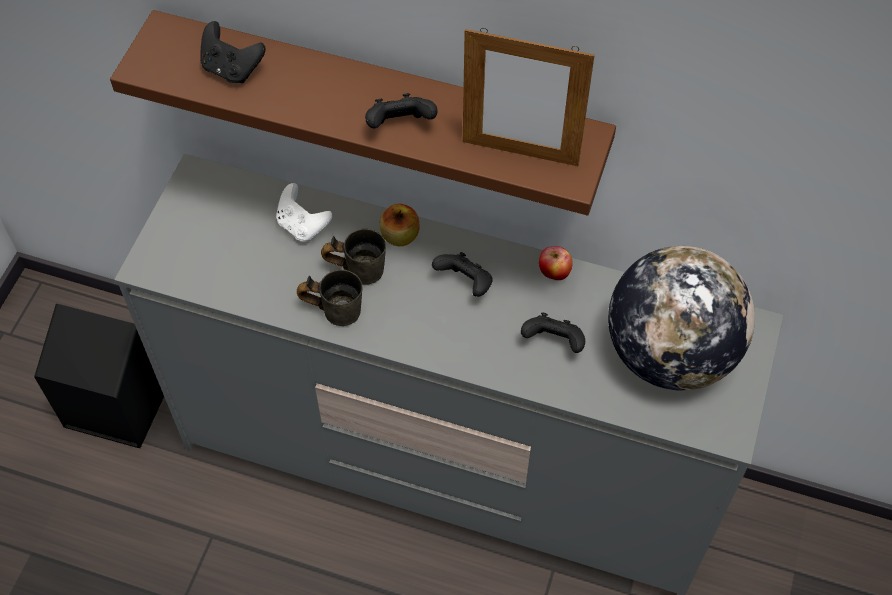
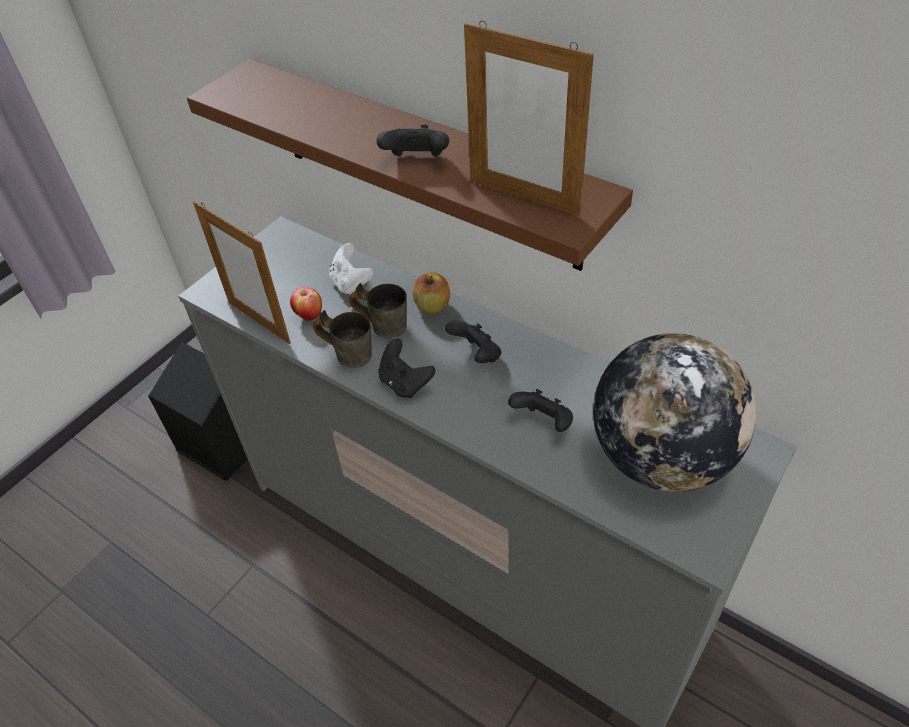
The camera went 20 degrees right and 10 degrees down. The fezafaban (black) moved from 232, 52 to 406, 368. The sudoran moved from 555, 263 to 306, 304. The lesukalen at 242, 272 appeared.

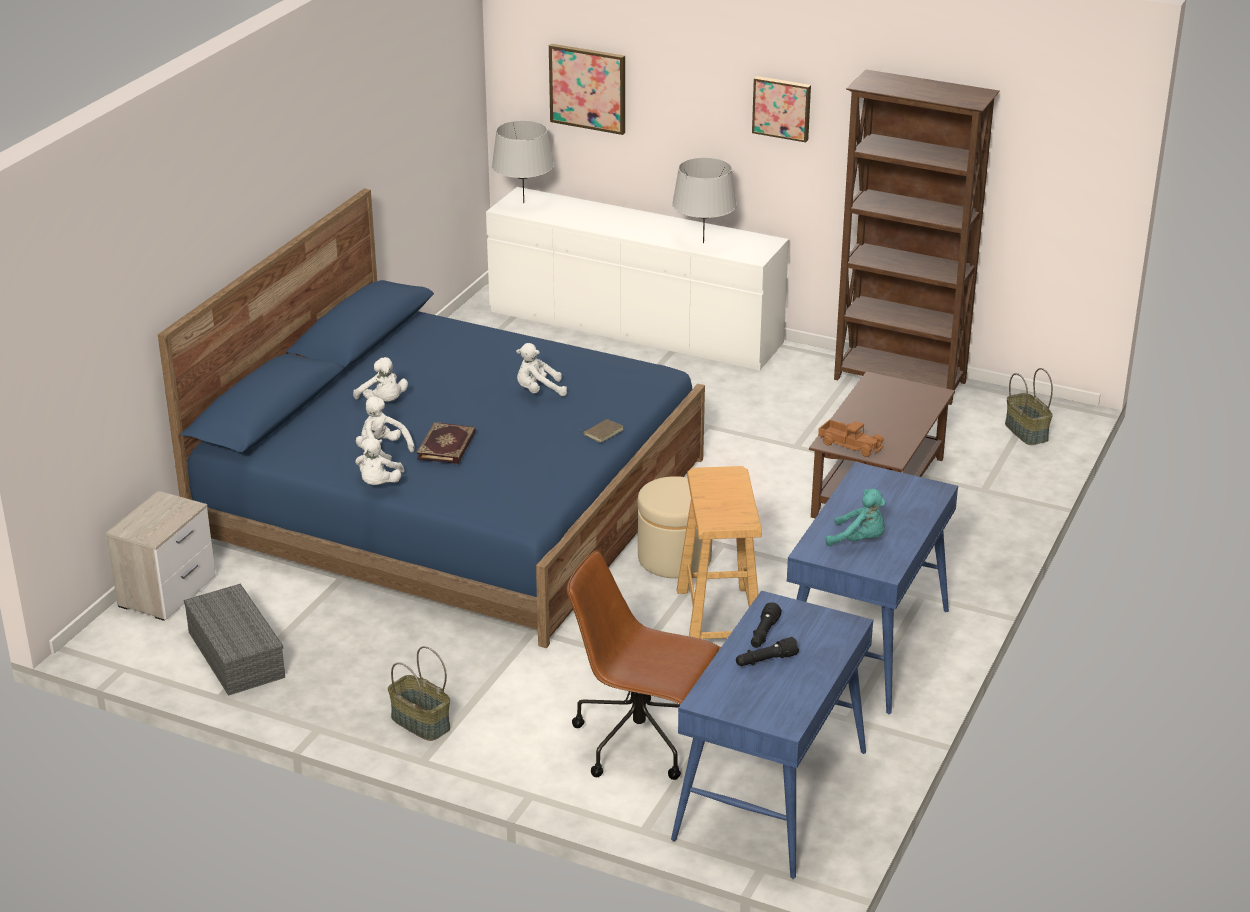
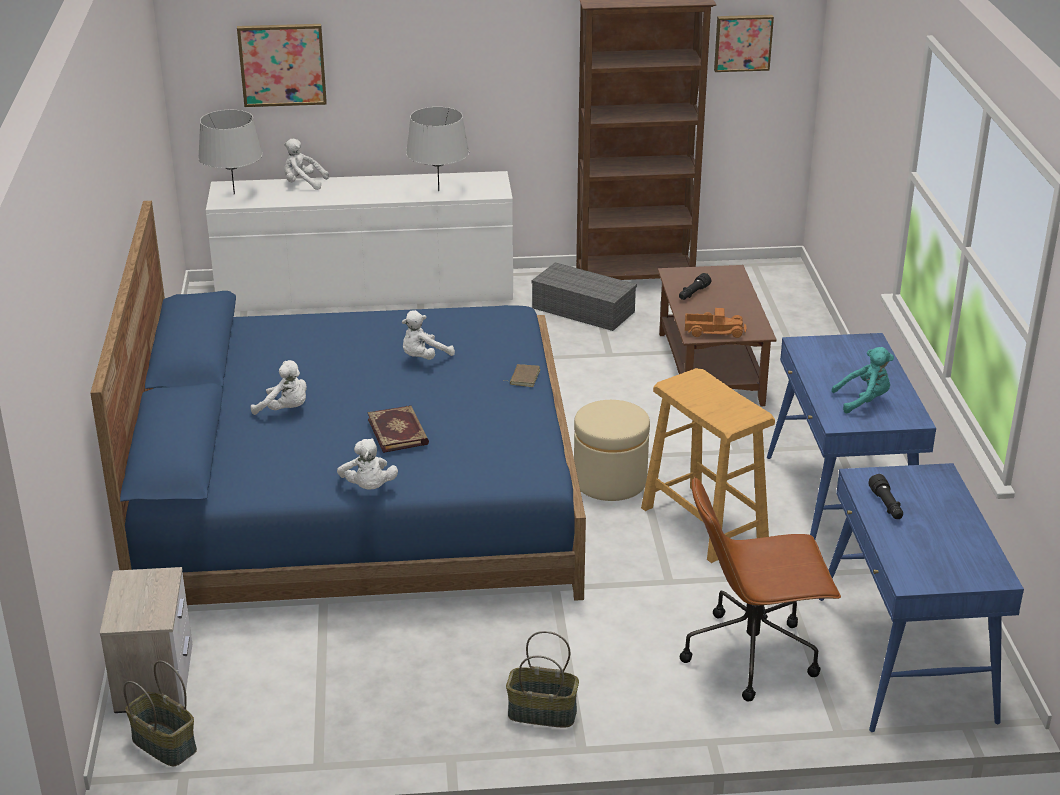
The camera went 30 degrees left and 0 degrees up. The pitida moved from 781, 109 to 744, 43. The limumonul moved from 1029, 406 to 160, 713. The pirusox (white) moved from 385, 428 to 306, 164. The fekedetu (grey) moved from 234, 639 to 584, 296. The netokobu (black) moved from 767, 651 to 695, 286.

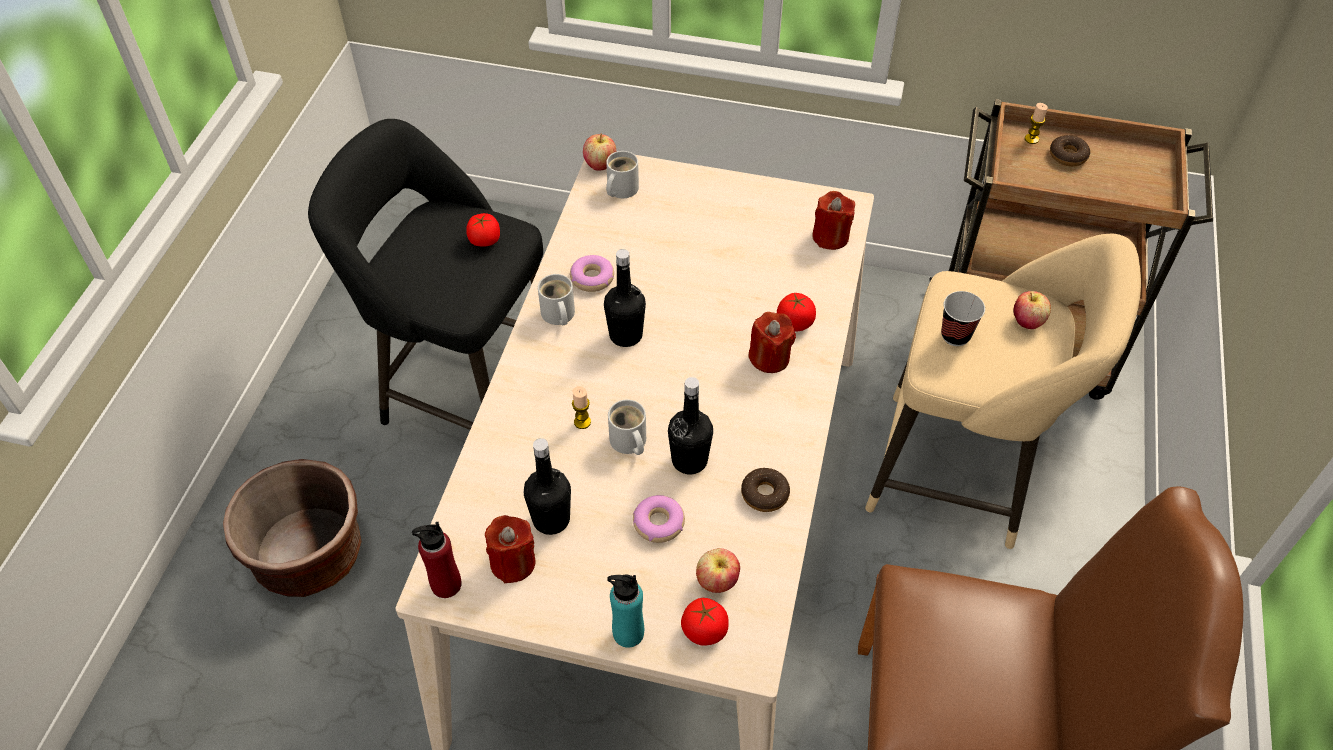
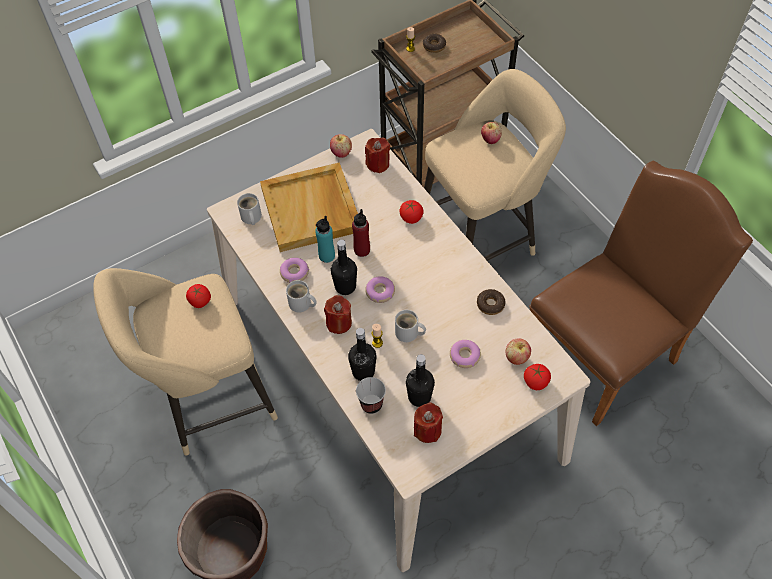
The camera went 45 degrees left and 5 degrees up. The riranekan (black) at 425, 274 became the riranekan (beige) at 185, 362. The sudoran moved from 599, 152 to 341, 146. The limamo moved from 963, 318 to 371, 395. The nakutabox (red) moved from 772, 342 to 338, 314. The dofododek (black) moved from 690, 425 to 362, 354. The dofododek (red) moved from 437, 560 to 361, 233. The dofododek (turquoise) moved from 625, 611 to 325, 239. The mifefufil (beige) at 309, 207 appeared. The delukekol at 380, 289 appeared.

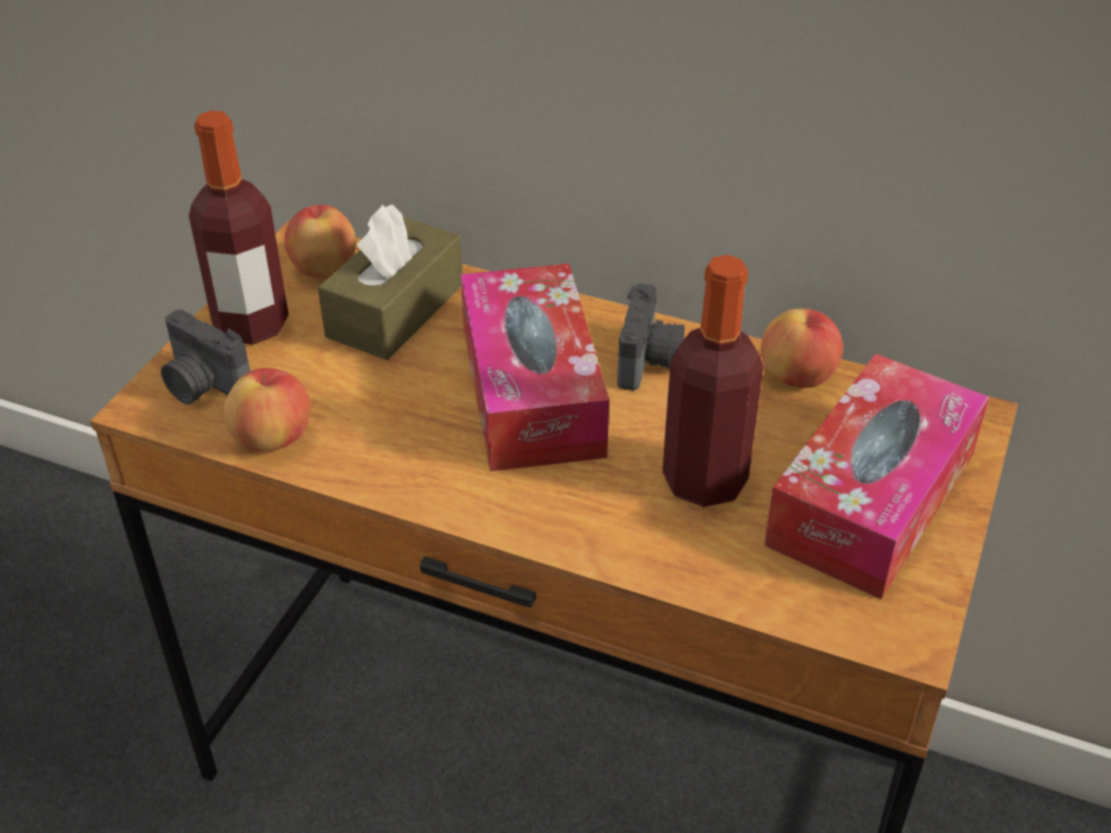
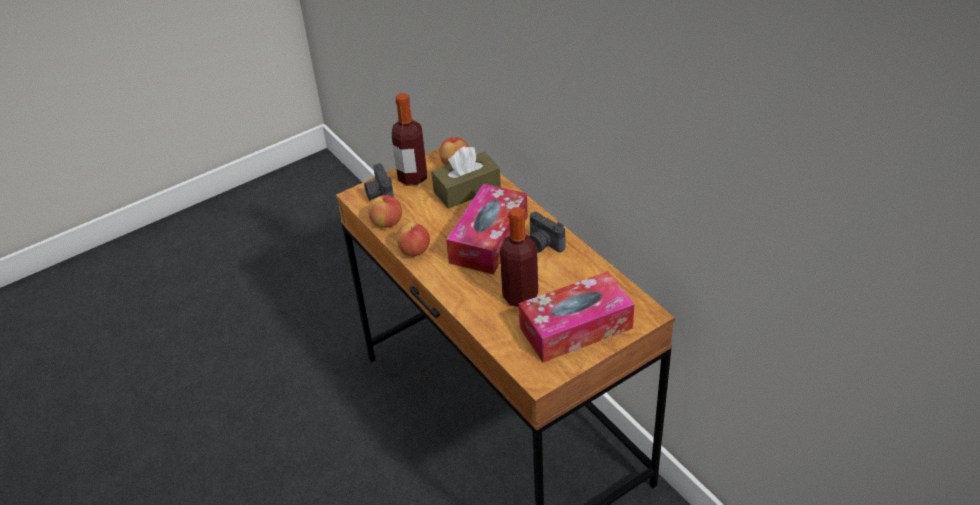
The camera went 35 degrees right and 0 degrees up. The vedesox at 651, 336 turned 90 degrees clockwise. The sudoran moved from 802, 348 to 413, 239.

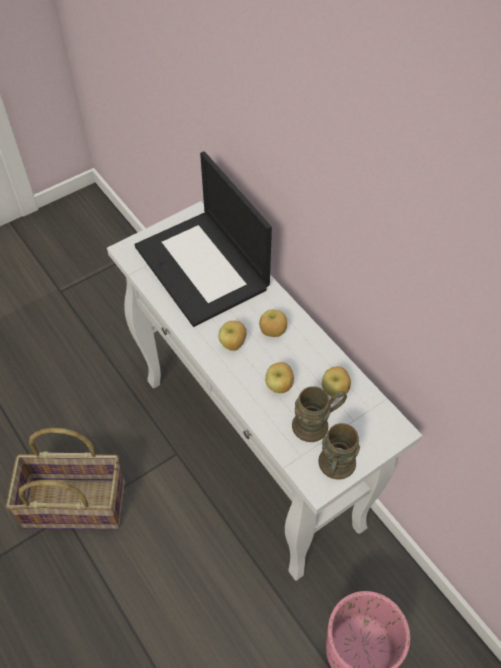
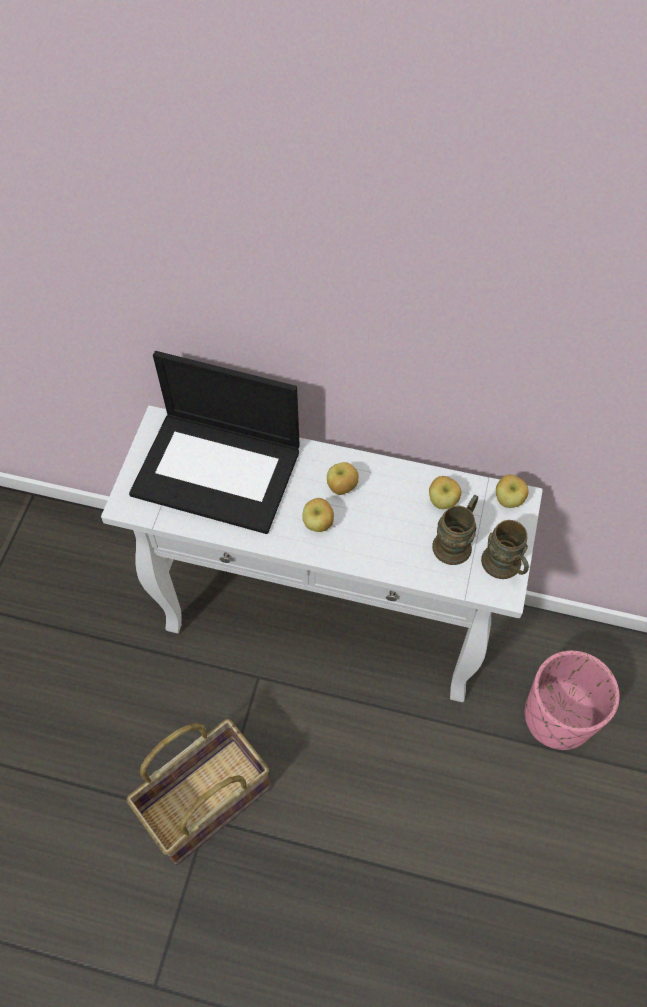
The camera went 40 degrees left and 5 degrees up. The sudoran moved from 279, 377 to 512, 491.

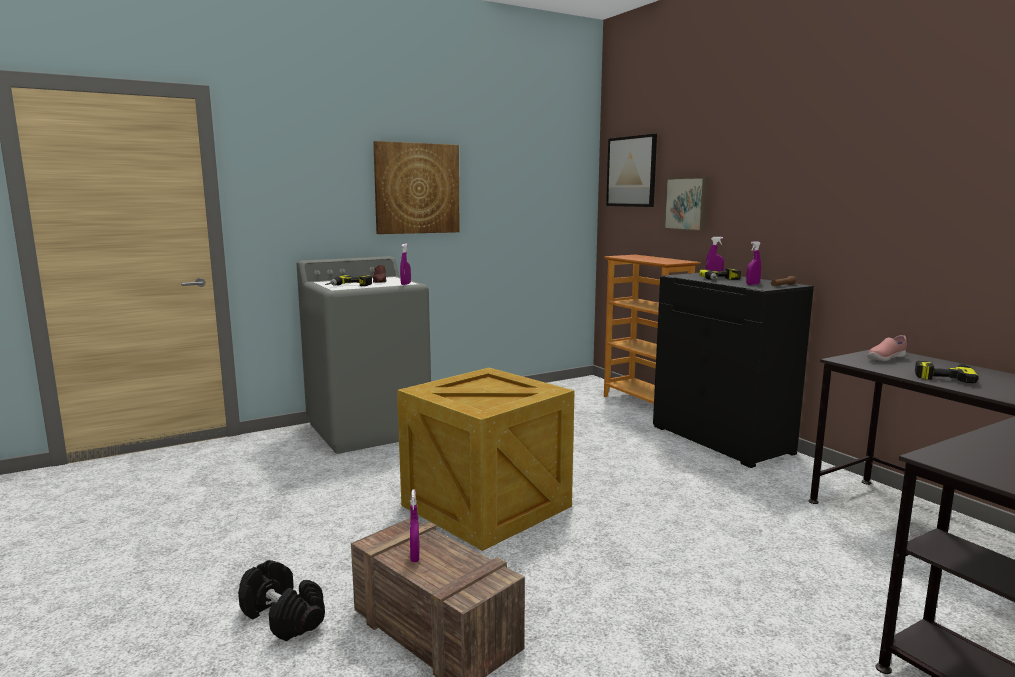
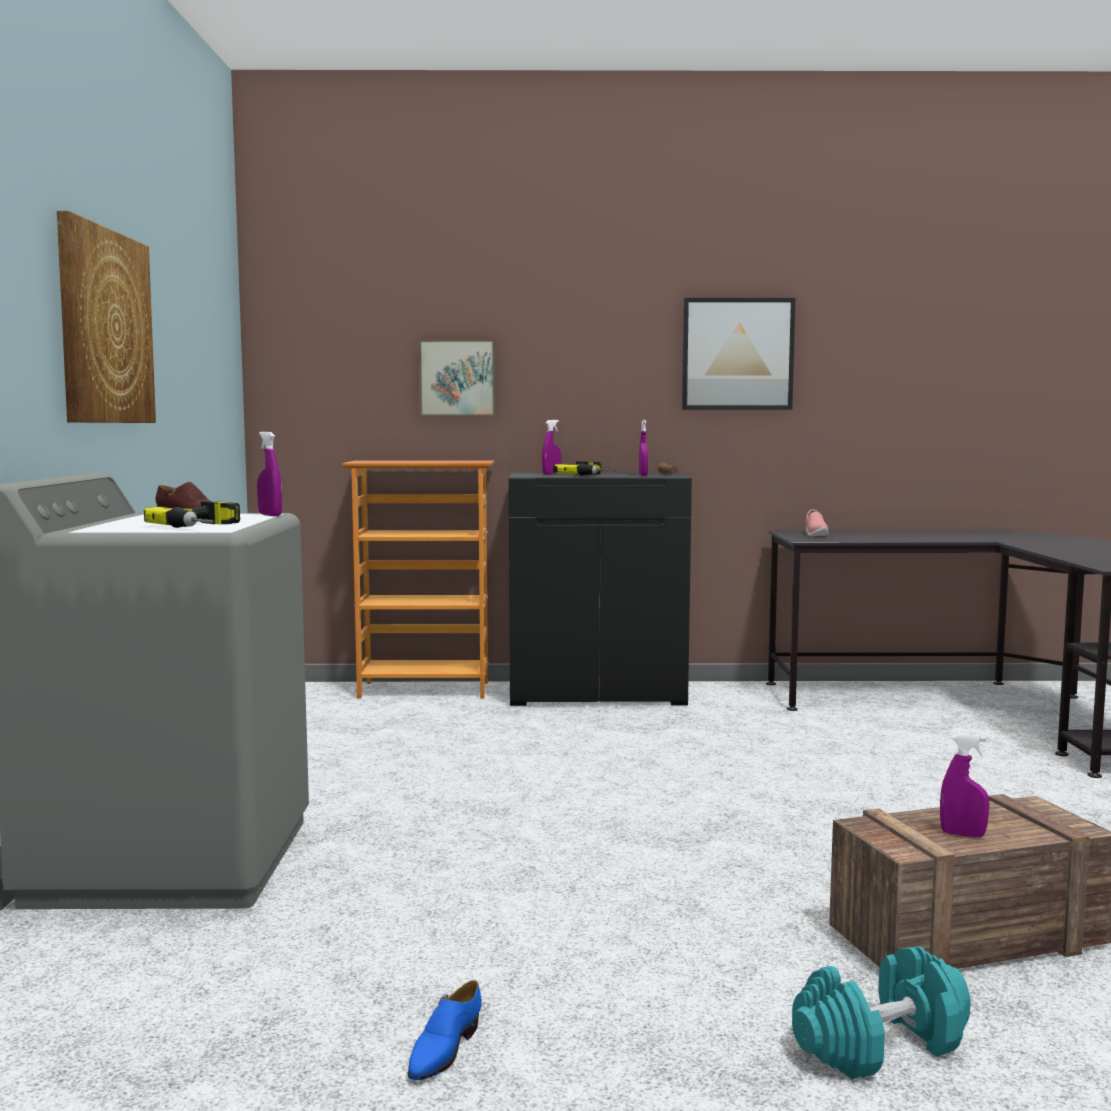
The camera went 60 degrees left and 5 degrees down. The pitida moved from 631, 170 to 739, 354. The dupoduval at 947, 372 disappeared. The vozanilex at 486, 459 disappeared. The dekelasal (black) at 281, 600 became the dekelasal (turquoise) at 881, 1013. The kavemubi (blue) at 444, 1030 appeared.

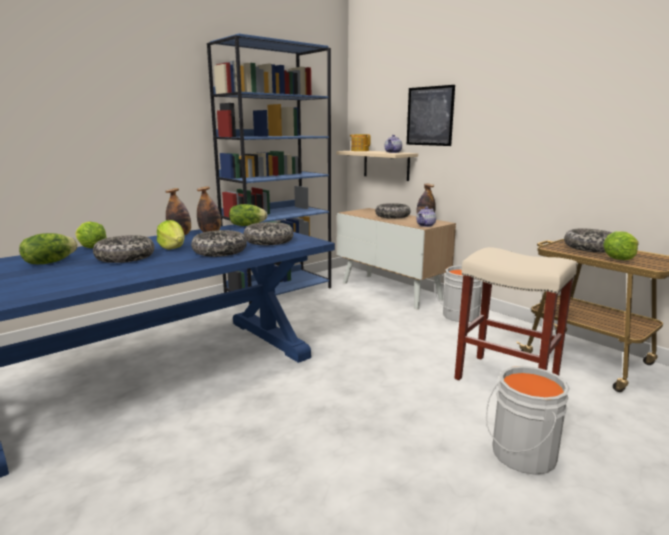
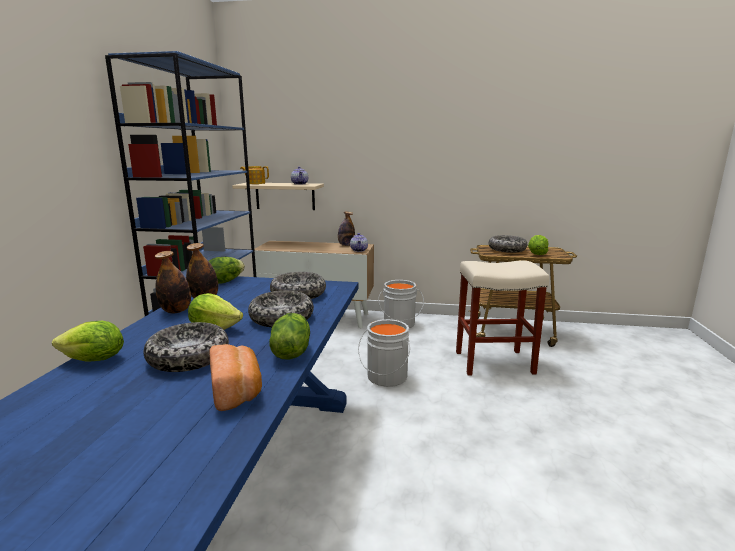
The camera went 40 degrees left and 0 degrees up. The pitida at 431, 115 disappeared. The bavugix at 393, 211 disappeared. The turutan moved from 48, 248 to 289, 336. The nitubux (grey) moved from 528, 420 to 384, 353. The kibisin at 235, 377 appeared.

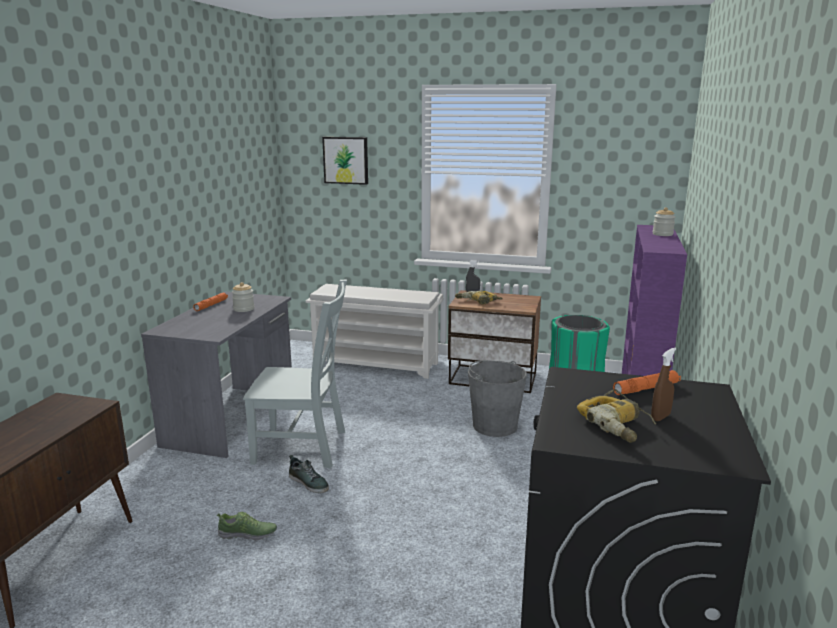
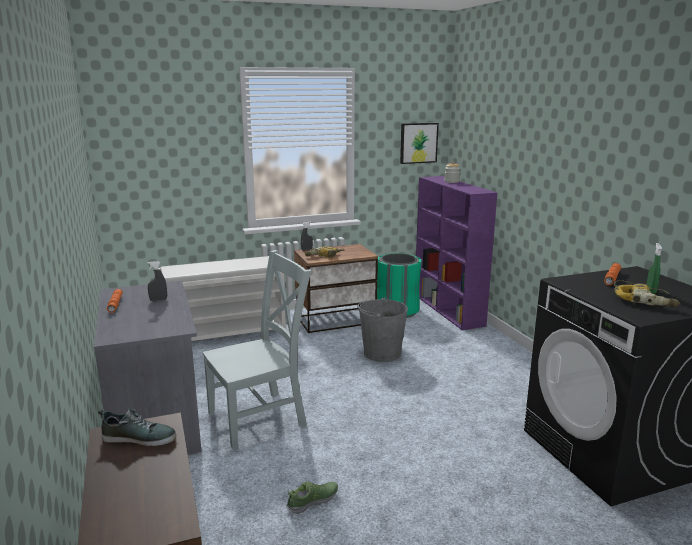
The camera went 35 degrees left and 0 degrees up. The pitida moved from 345, 161 to 419, 143. The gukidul at 243, 297 was replaced by the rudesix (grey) at 157, 281. The rudesix (brown) at 663, 384 became the rudesix (green) at 654, 268. The kavemubi moved from 309, 474 to 137, 427.

